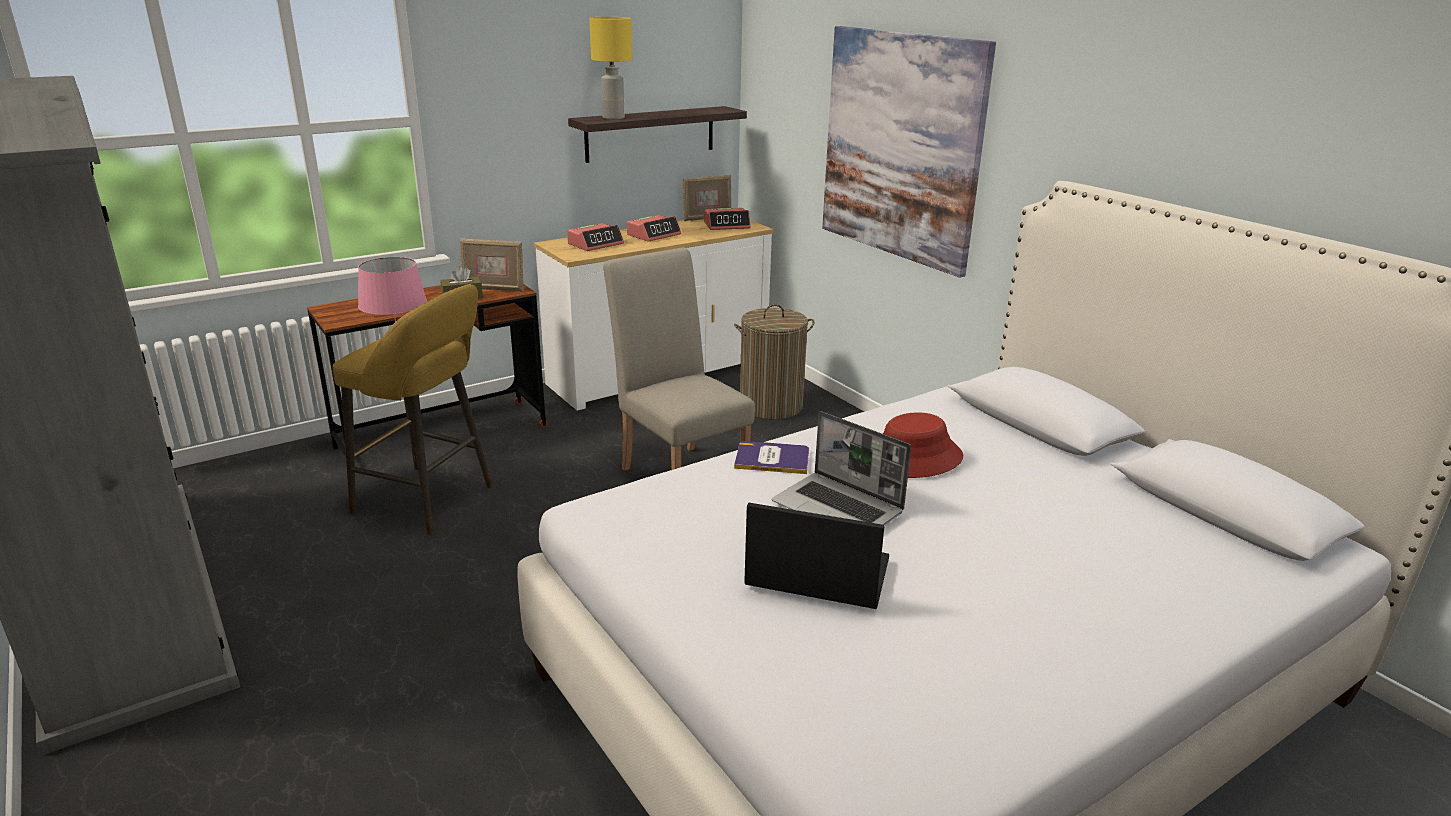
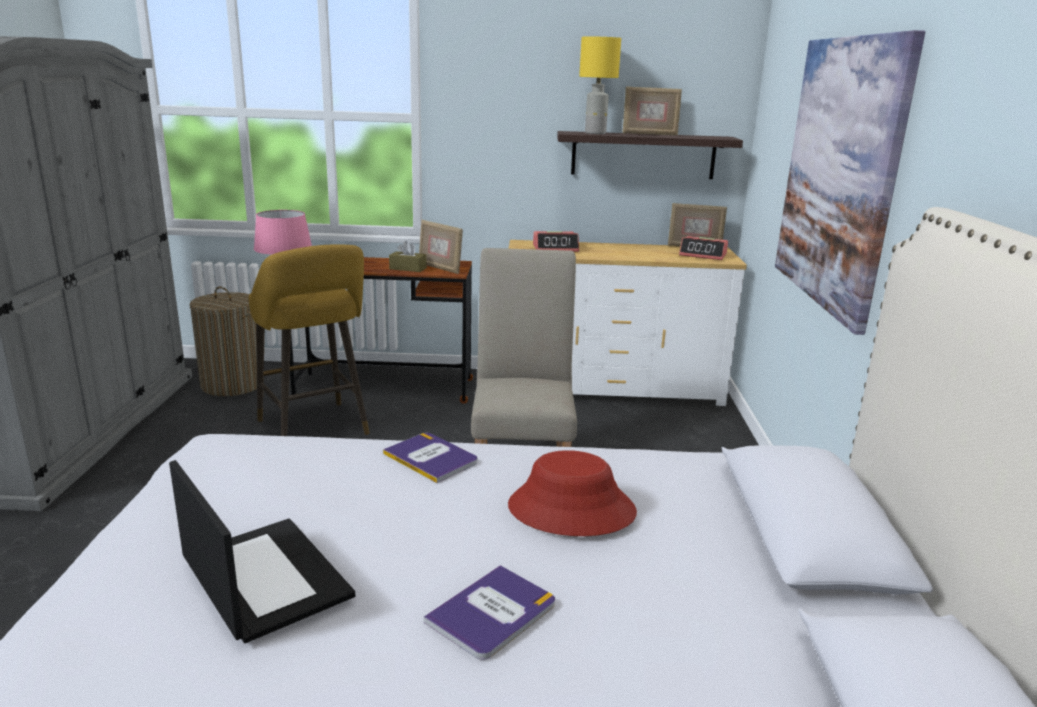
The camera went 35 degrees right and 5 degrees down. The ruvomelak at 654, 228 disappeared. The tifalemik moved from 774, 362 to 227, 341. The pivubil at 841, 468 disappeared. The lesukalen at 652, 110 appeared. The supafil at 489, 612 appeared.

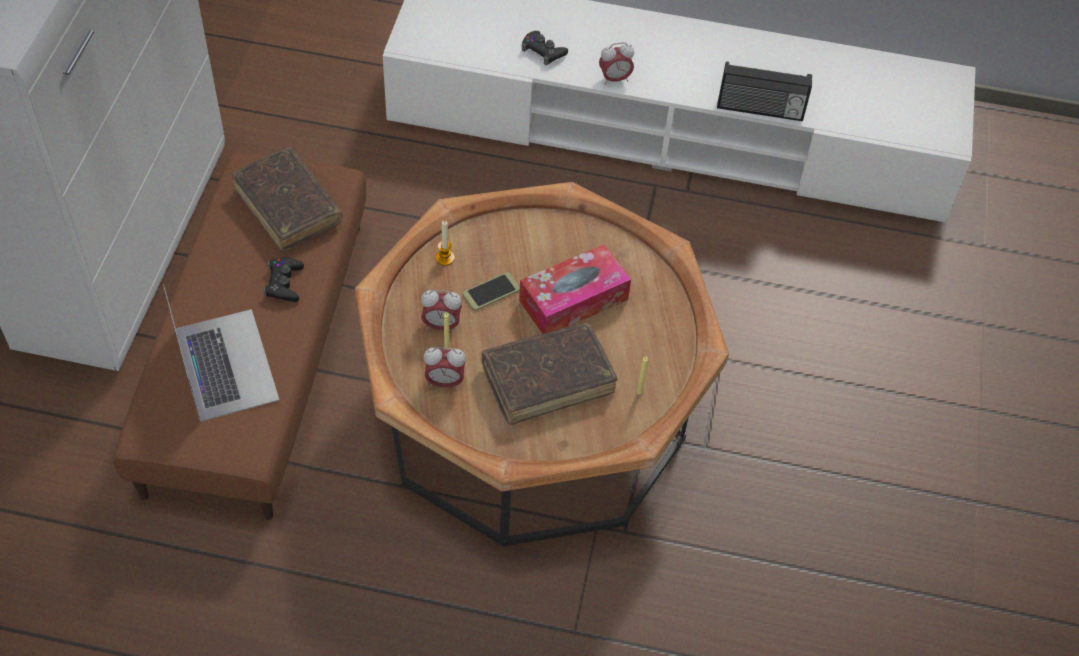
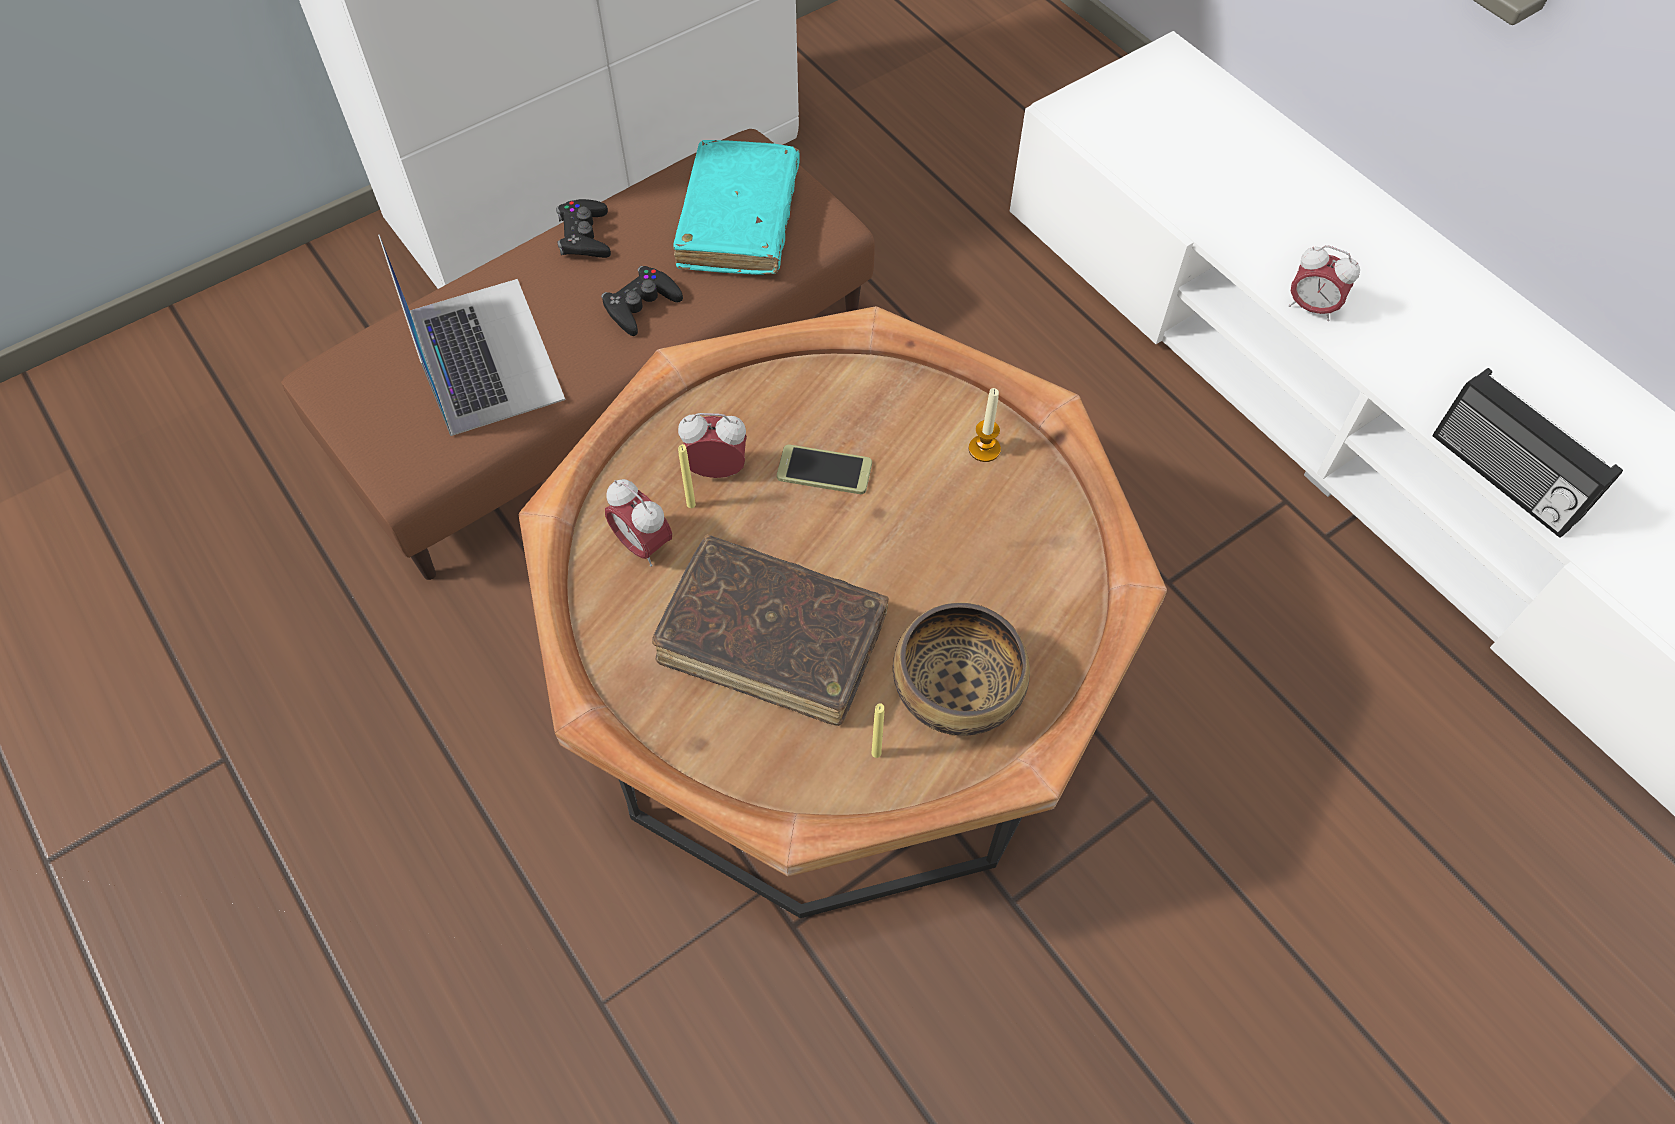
The camera went 45 degrees right and 5 degrees up. The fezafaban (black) moved from 545, 48 to 583, 228. The supafil (brown) at 287, 199 became the supafil (turquoise) at 736, 207. The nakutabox moved from 445, 243 to 985, 425. The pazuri at 575, 289 disappeared. The pivubil at 221, 353 turned 45 degrees counterclockwise. The ruvomelak at 441, 311 turned 135 degrees clockwise. The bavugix at 961, 669 appeared.

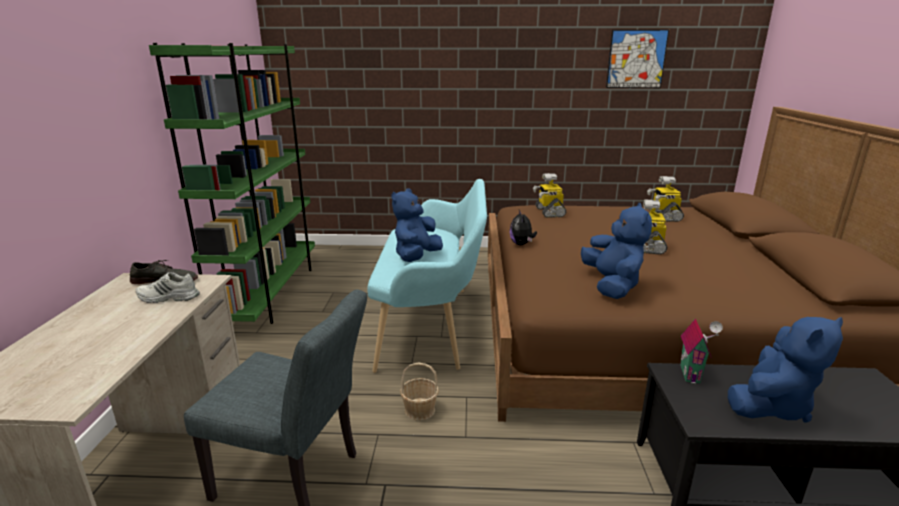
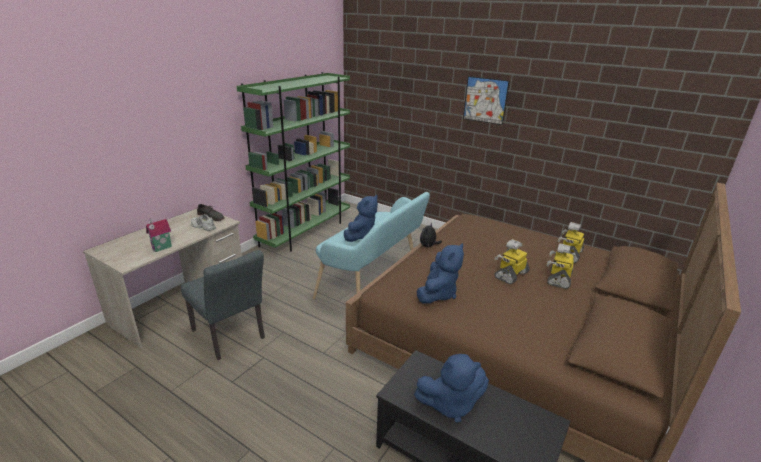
The camera went 30 degrees right and 5 degrees up. The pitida moved from 637, 59 to 486, 100. The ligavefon moved from 549, 195 to 560, 266. The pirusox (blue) at 417, 225 turned 150 degrees clockwise. The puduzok moved from 701, 351 to 159, 235. The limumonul at 419, 391 disappeared.

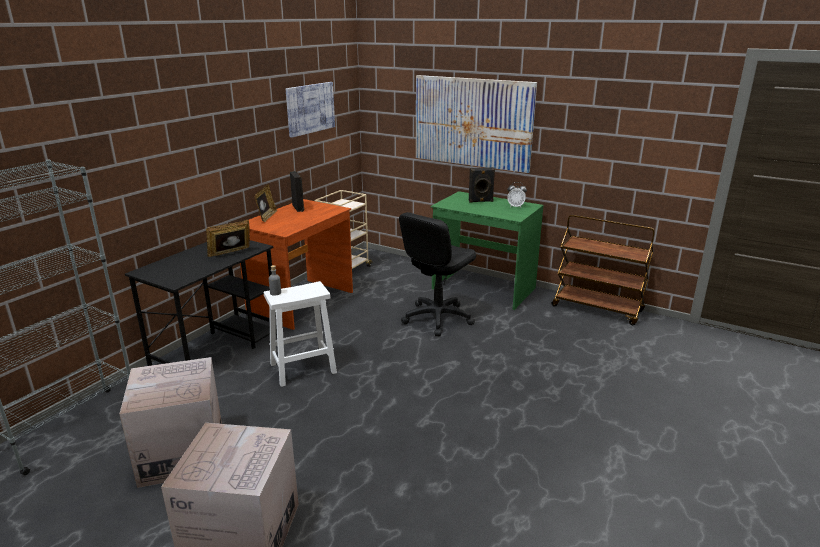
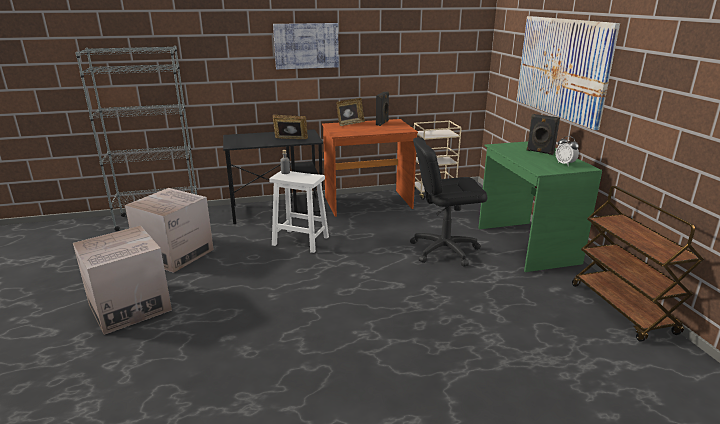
The camera went 45 degrees right and 0 degrees up. The pitida moved from 310, 110 to 306, 46.

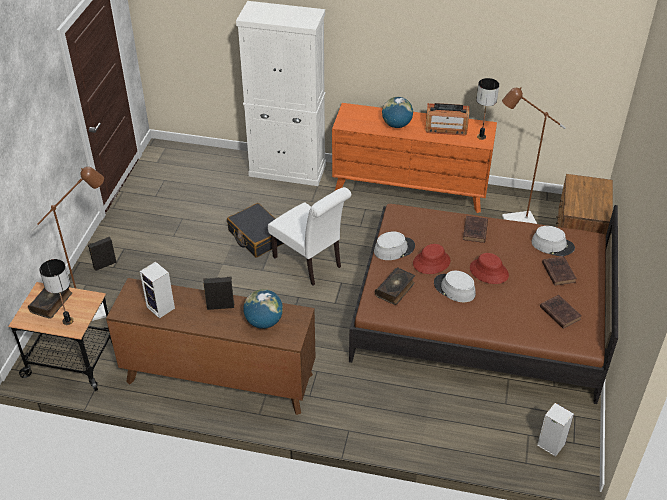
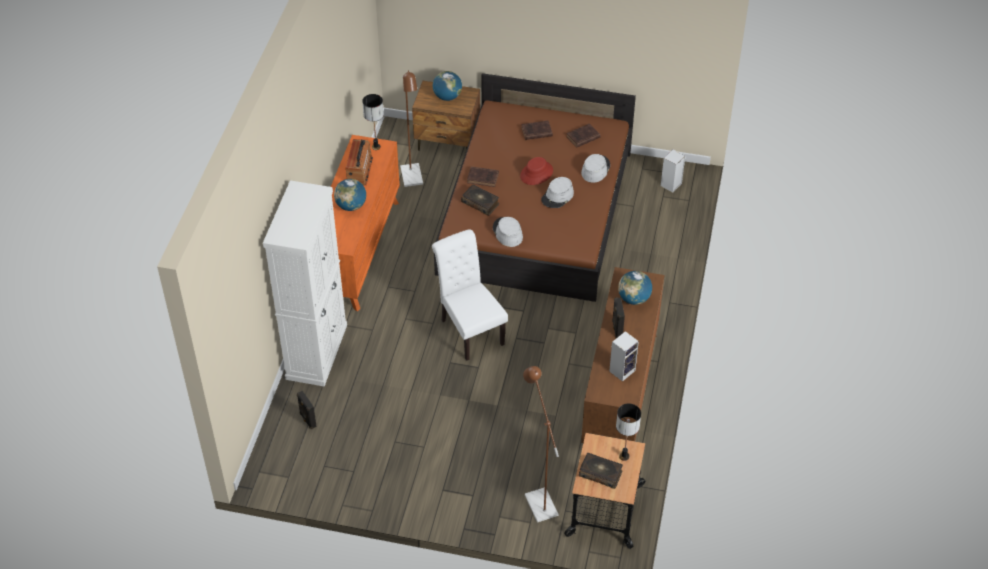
The camera went 90 degrees left and 5 degrees up. The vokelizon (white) at 309, 236 turned 75 degrees counterclockwise. The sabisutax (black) at 255, 230 disappeared. The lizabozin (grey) moved from 553, 241 to 595, 168. The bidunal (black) moved from 102, 253 to 307, 410. The lizabozin (red) at 431, 259 disappeared. The supafil moved from 395, 286 to 480, 200. The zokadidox at 447, 86 appeared.

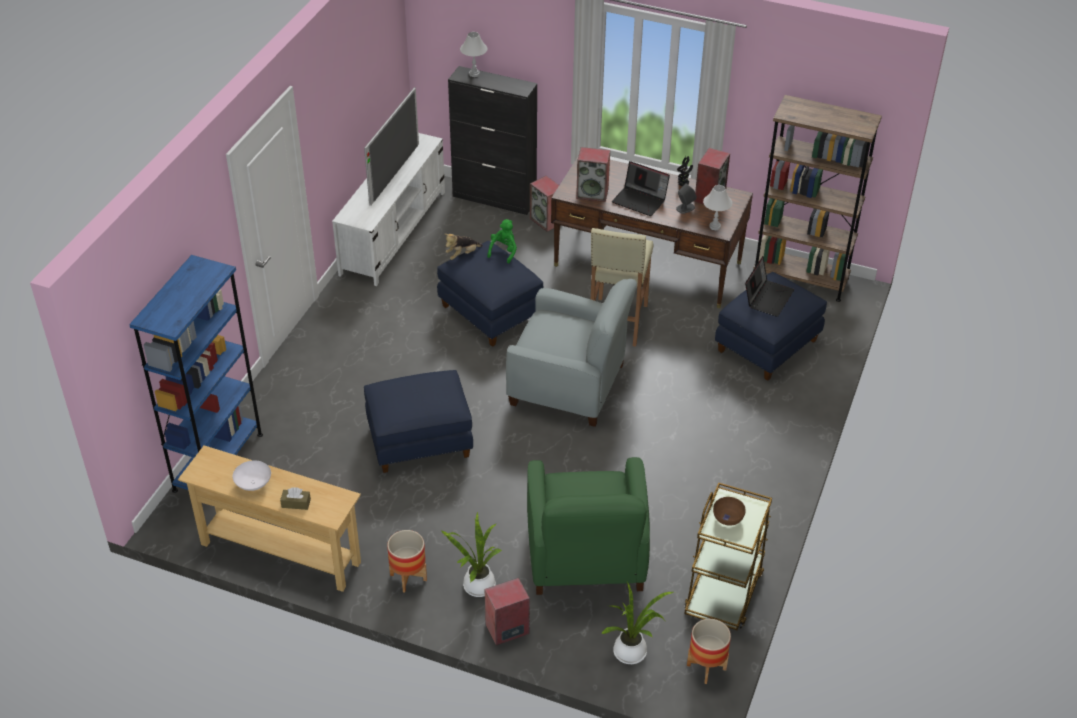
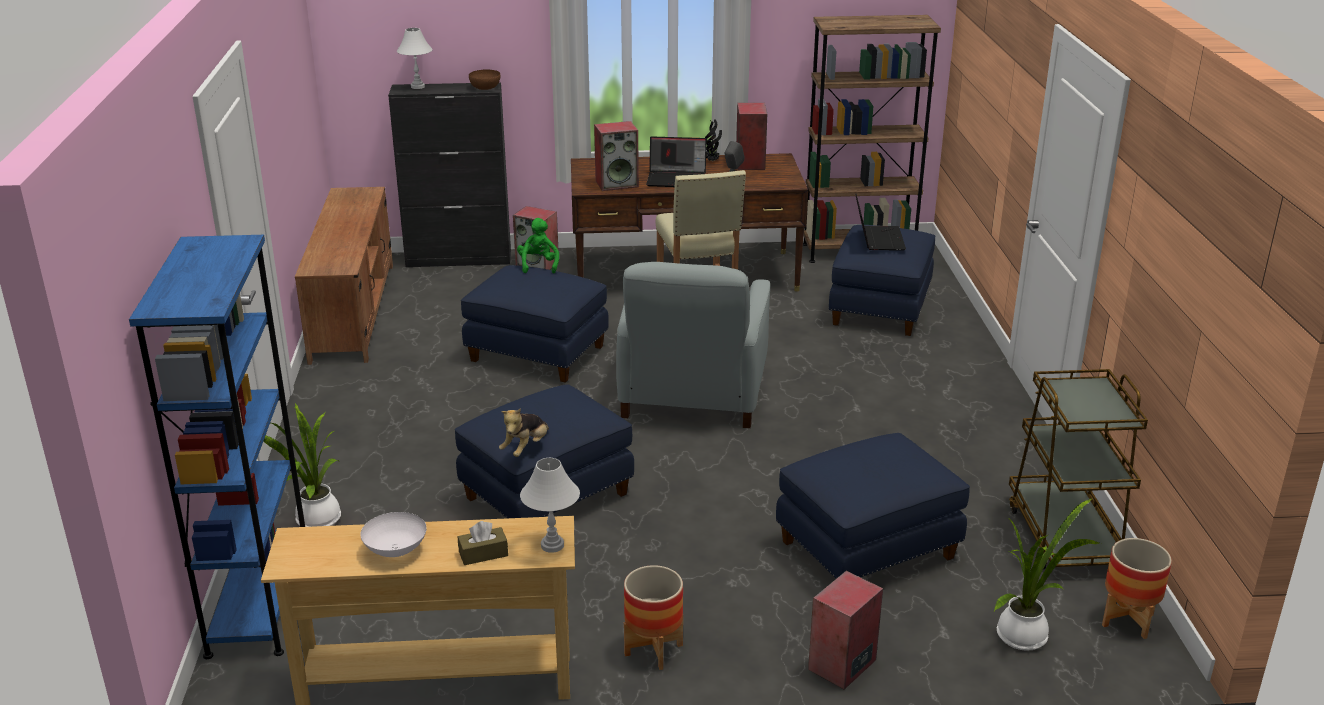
The camera went 25 degrees left and 15 degrees down. The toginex at 391, 146 disappeared. The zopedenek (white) at 388, 209 became the zopedenek (brown) at 344, 276. The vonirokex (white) moved from 717, 207 to 550, 505. The pirusox moved from 464, 247 to 524, 432. The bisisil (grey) at 571, 353 turned 105 degrees clockwise. The bisisil (green) at 588, 526 was replaced by the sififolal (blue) at 873, 506. The bavugix (brown) moved from 729, 511 to 484, 80. The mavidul moved from 471, 554 to 302, 465.

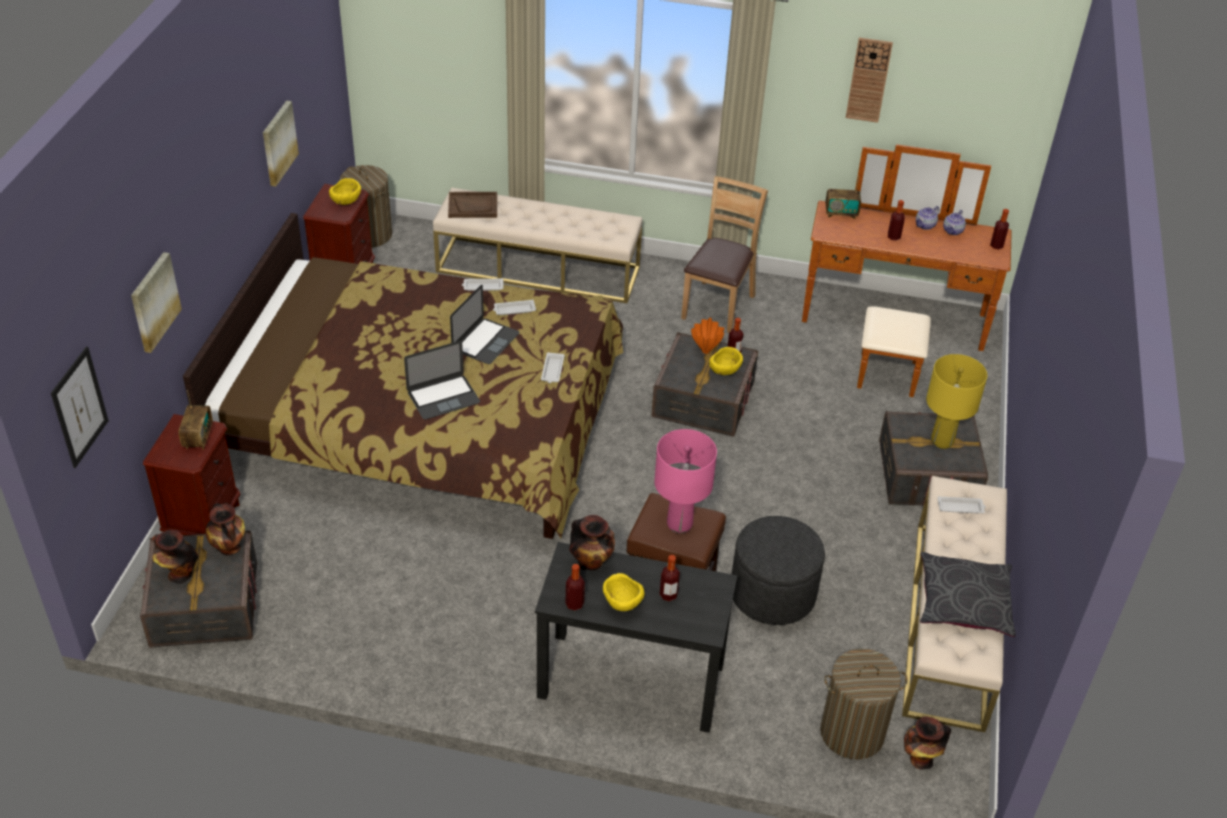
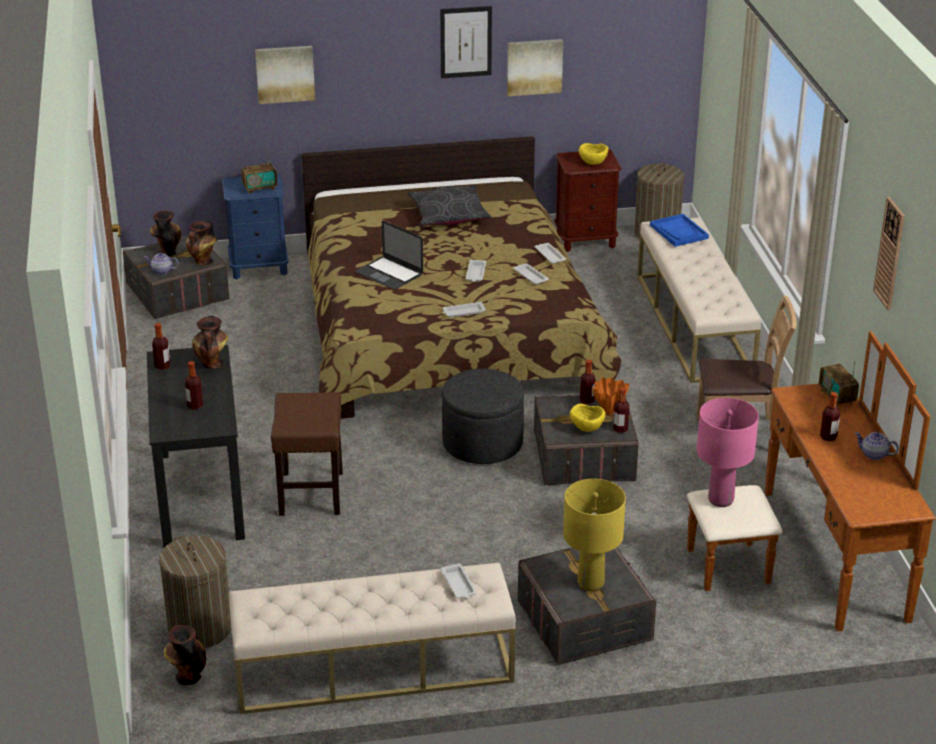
The camera went 70 degrees right and 10 degrees down. The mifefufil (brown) at 472, 205 became the mifefufil (blue) at 679, 230. The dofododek moved from 999, 229 to 588, 382. The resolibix moved from 954, 222 to 161, 264. The pivubil at 485, 324 was replaced by the mifefufil (white) at 475, 271. The pitida moved from 80, 407 to 466, 42. The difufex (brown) at 191, 474 became the difufex (blue) at 255, 226. The vonirokex (pink) moved from 685, 481 to 728, 452. The sififolal (grey) moved from 778, 570 to 483, 416. The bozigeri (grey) moved from 968, 594 to 449, 205. The bavugix (yellow) at 624, 592 disappeared.

